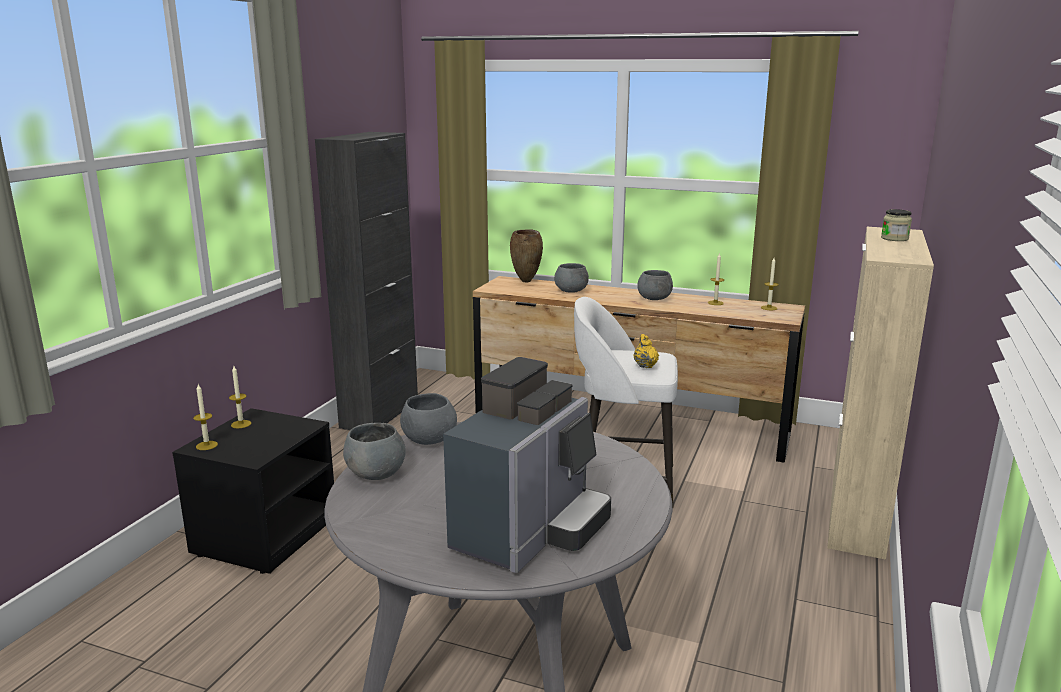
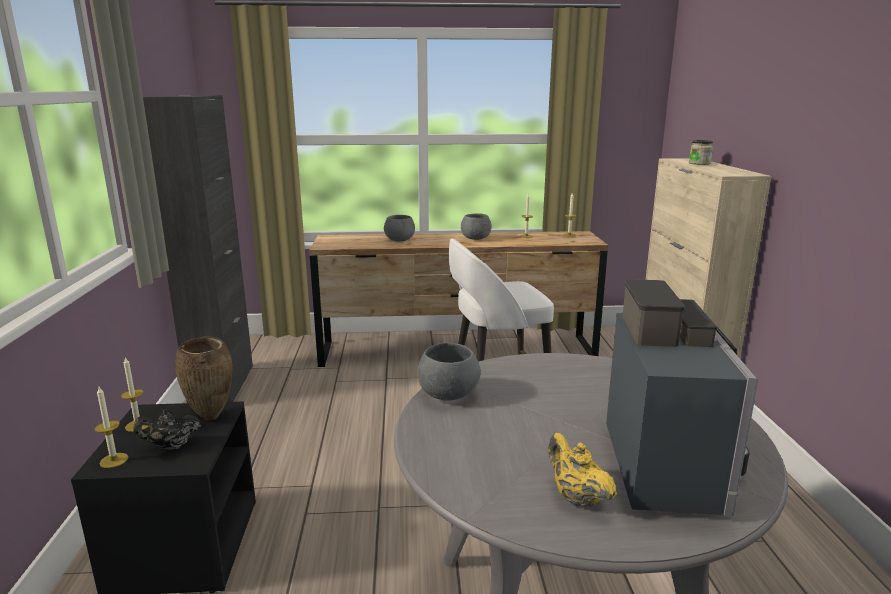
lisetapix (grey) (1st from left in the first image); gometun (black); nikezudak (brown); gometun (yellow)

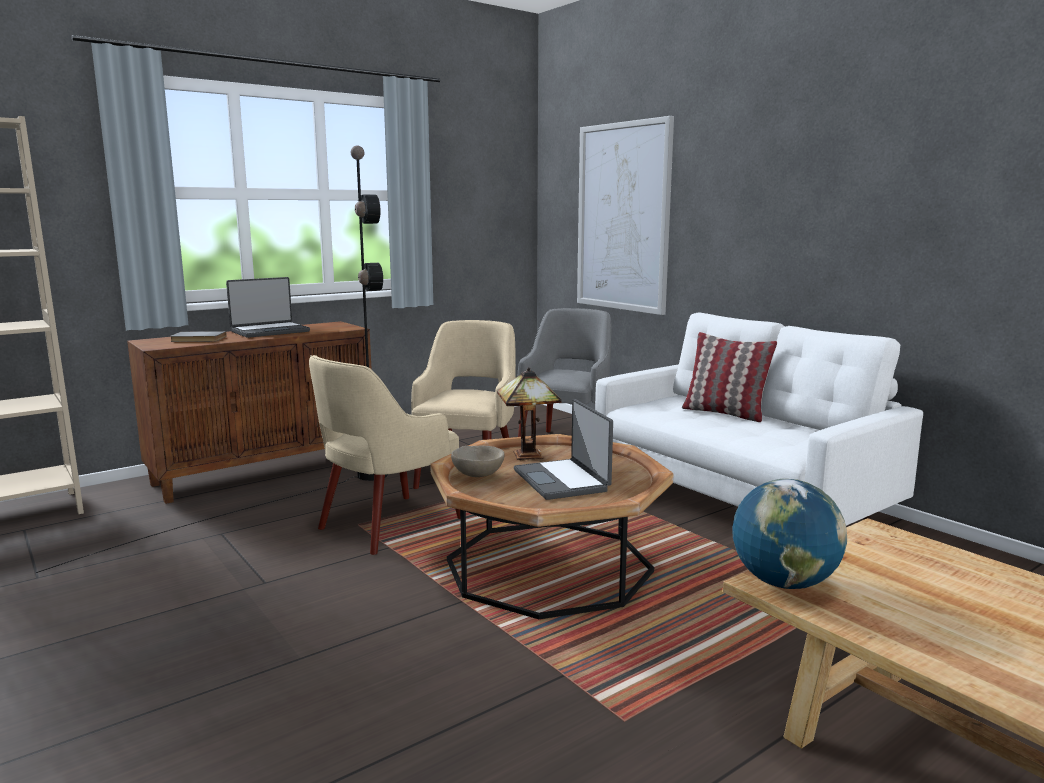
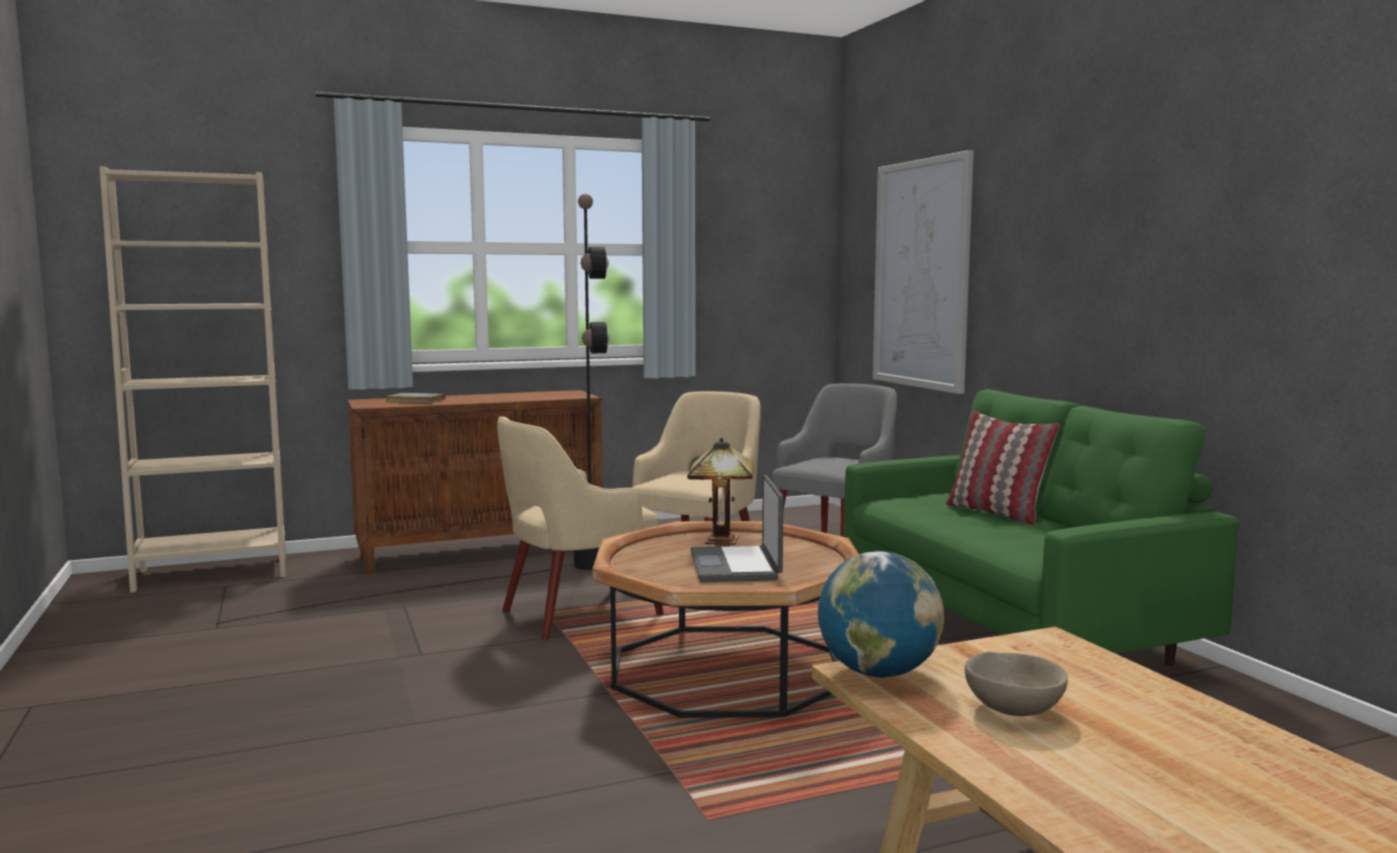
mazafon (1st from left in the first image); lisetapix (beige); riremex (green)

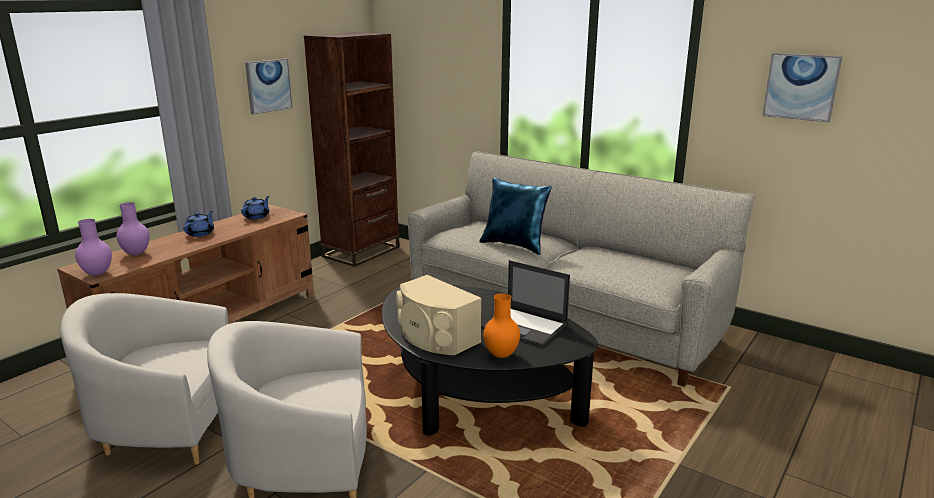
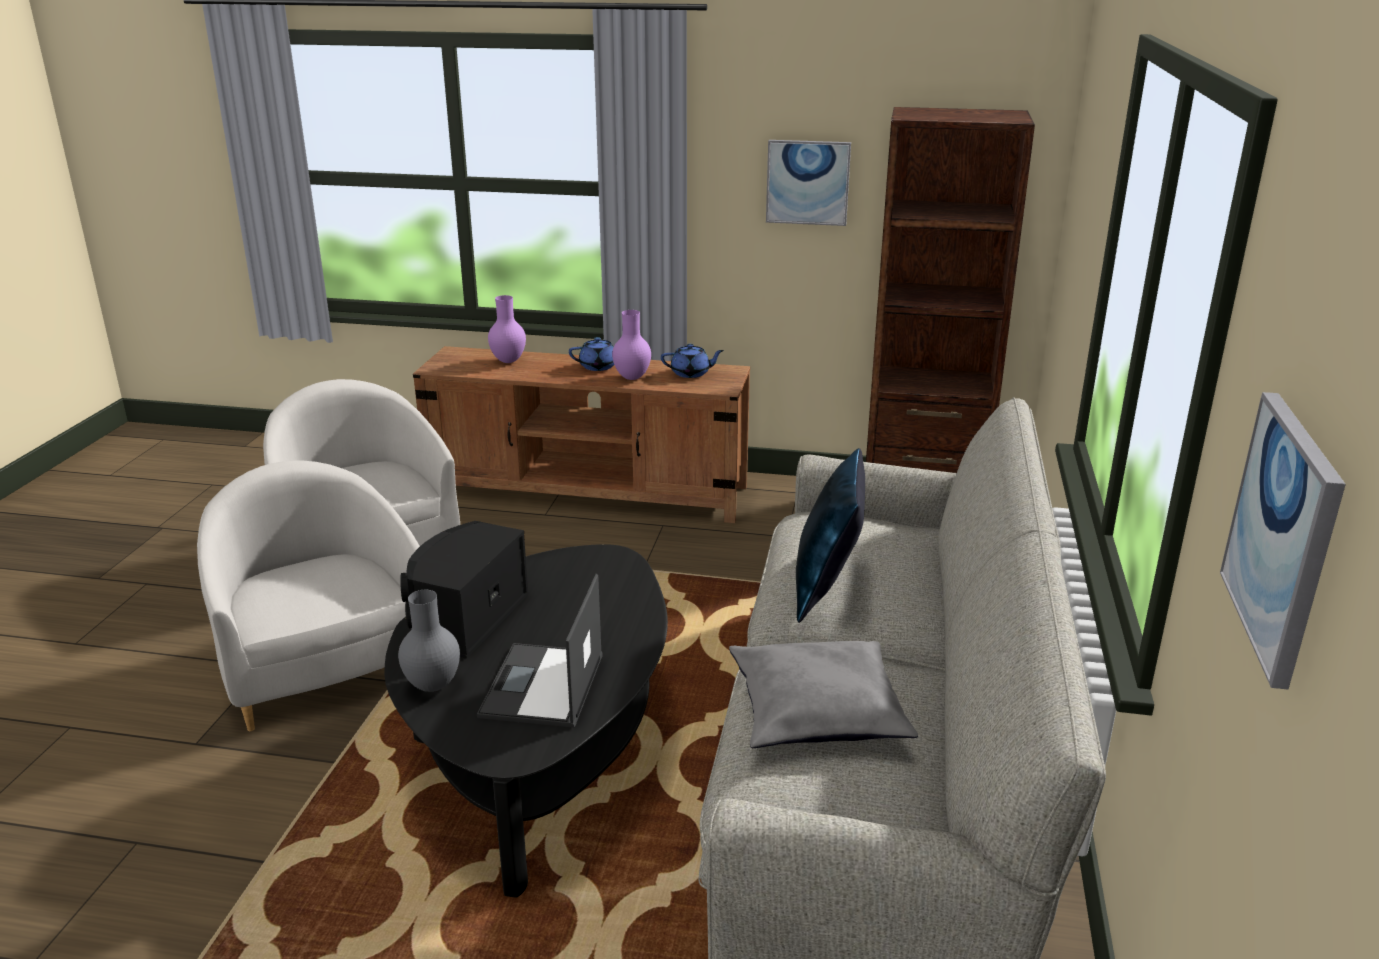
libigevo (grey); nikezudak (purple) (2nd from left); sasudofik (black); nikezudak (grey)

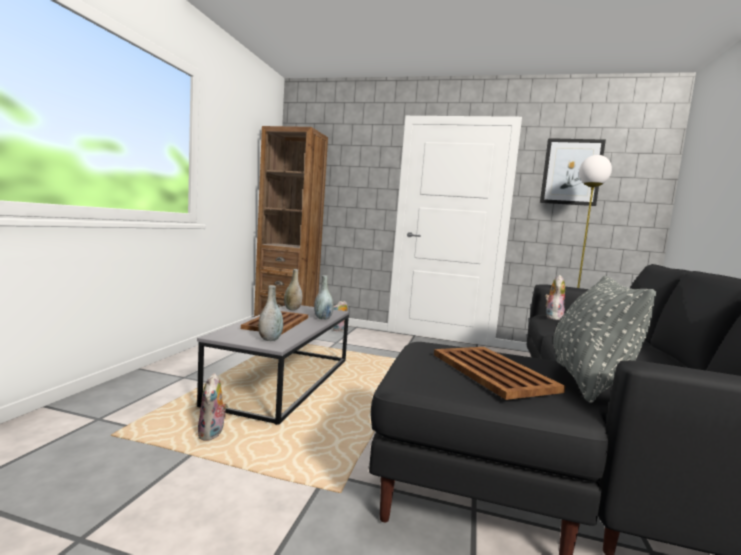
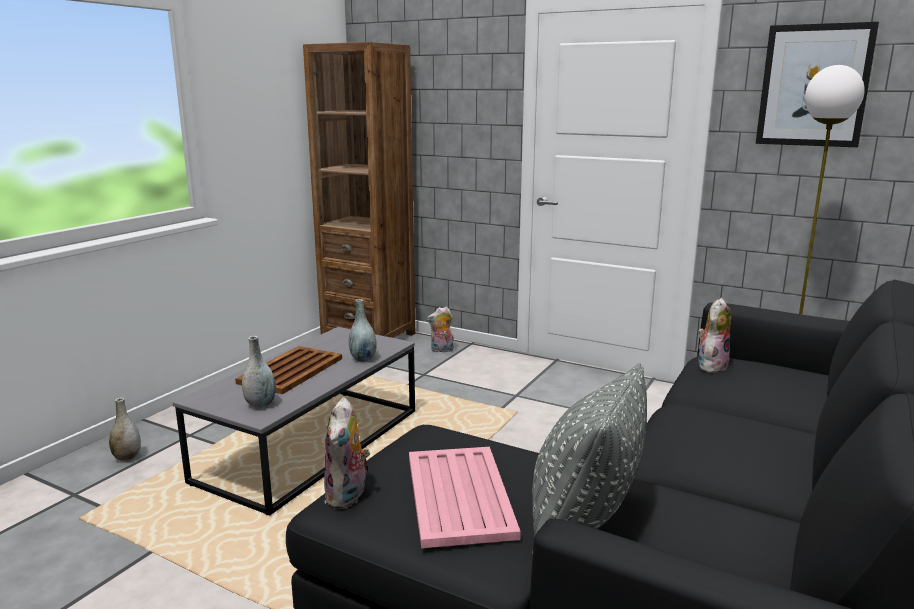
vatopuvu (1st from left); nikezudak (grey) (1st from left); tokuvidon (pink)

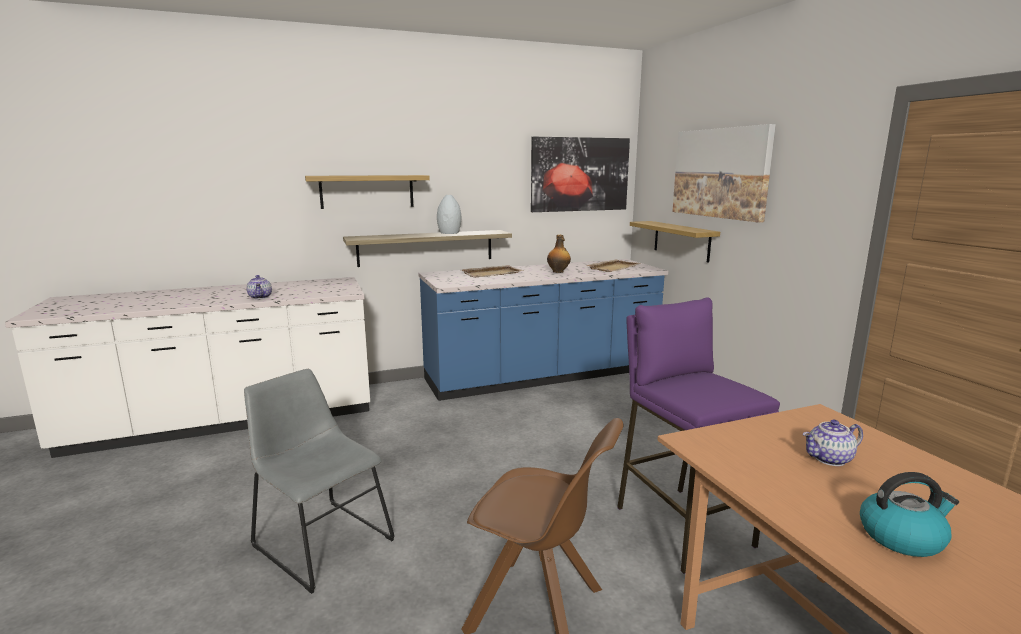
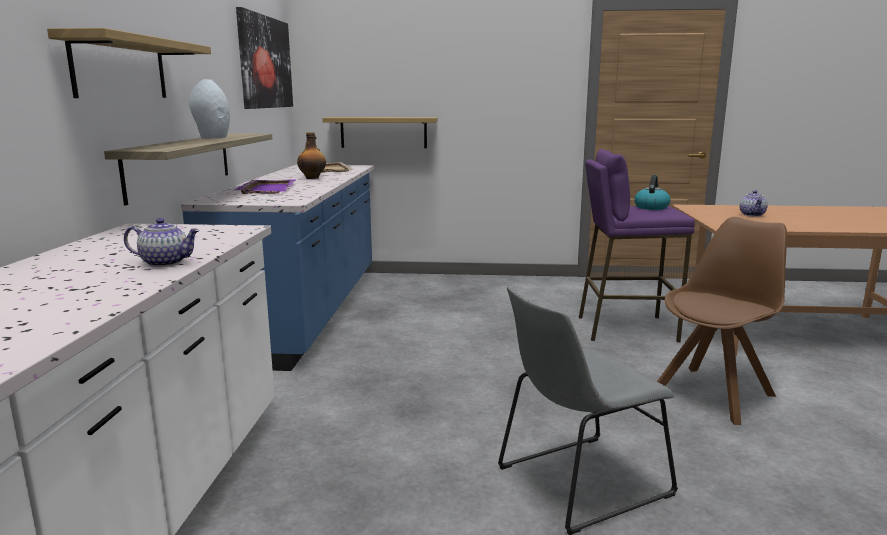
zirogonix (2nd from left in the first image); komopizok; tokuvidon (purple)

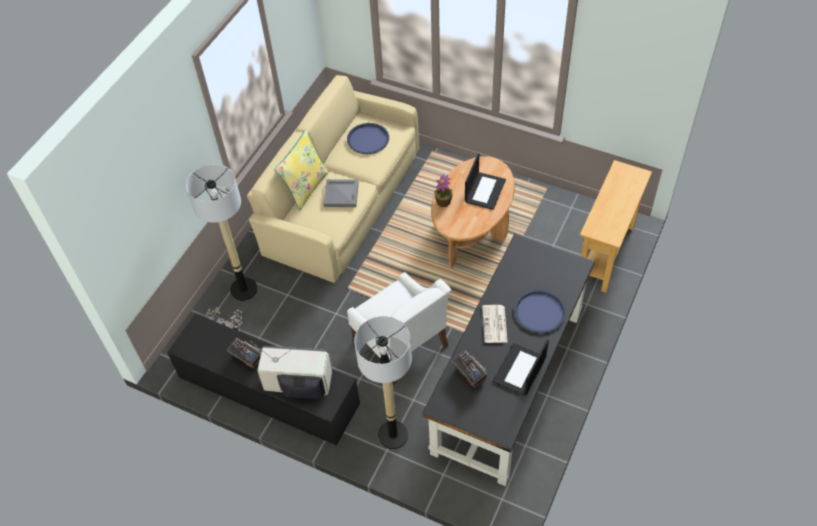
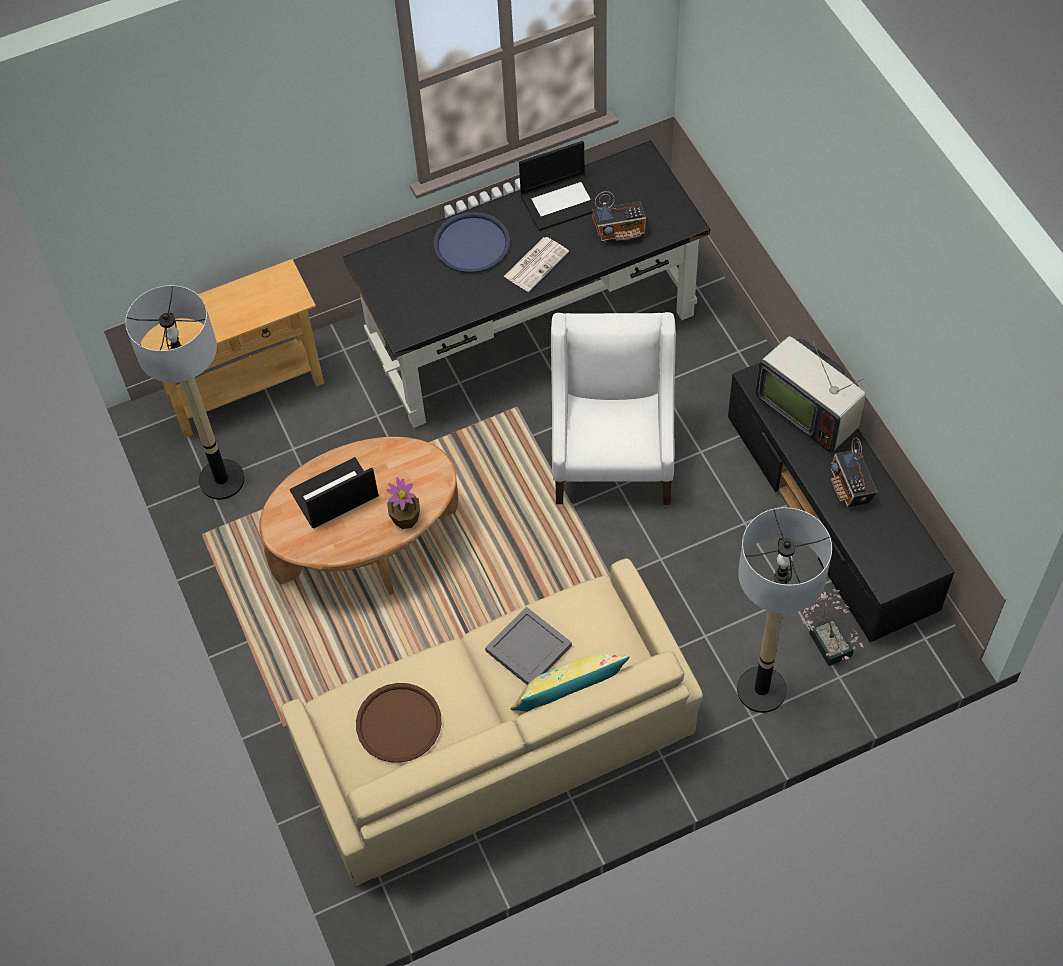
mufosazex (1st from left); tokuvidon (brown); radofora (1st from left)

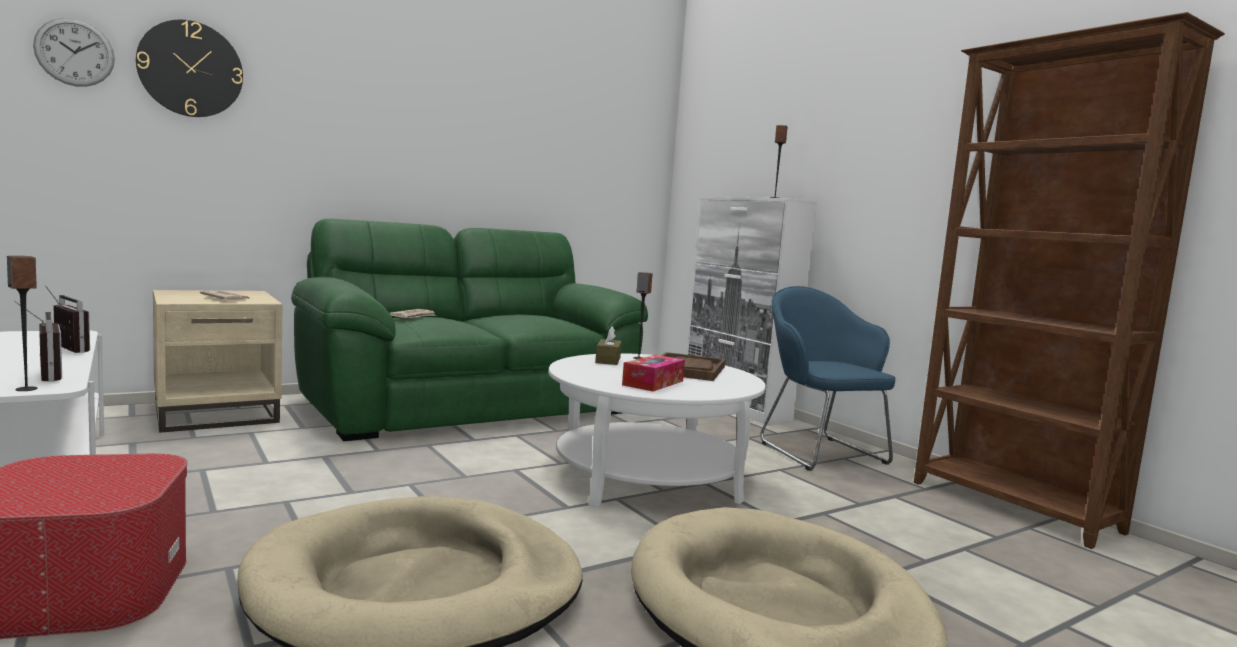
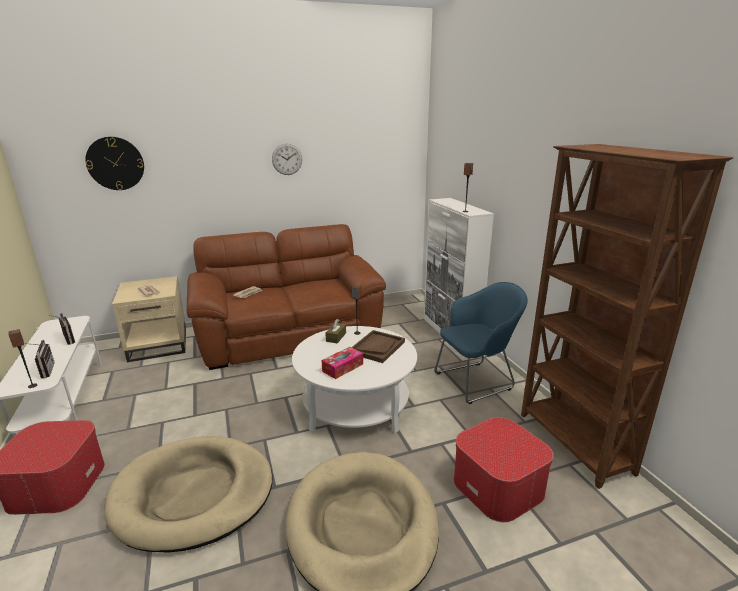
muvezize (2nd from left); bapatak (2nd from left); riremex (brown); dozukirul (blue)

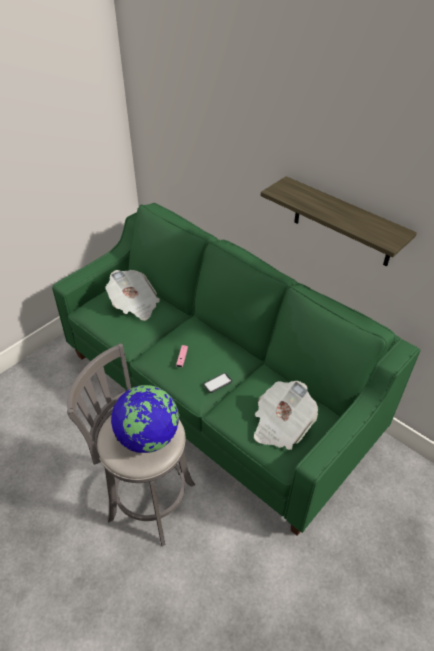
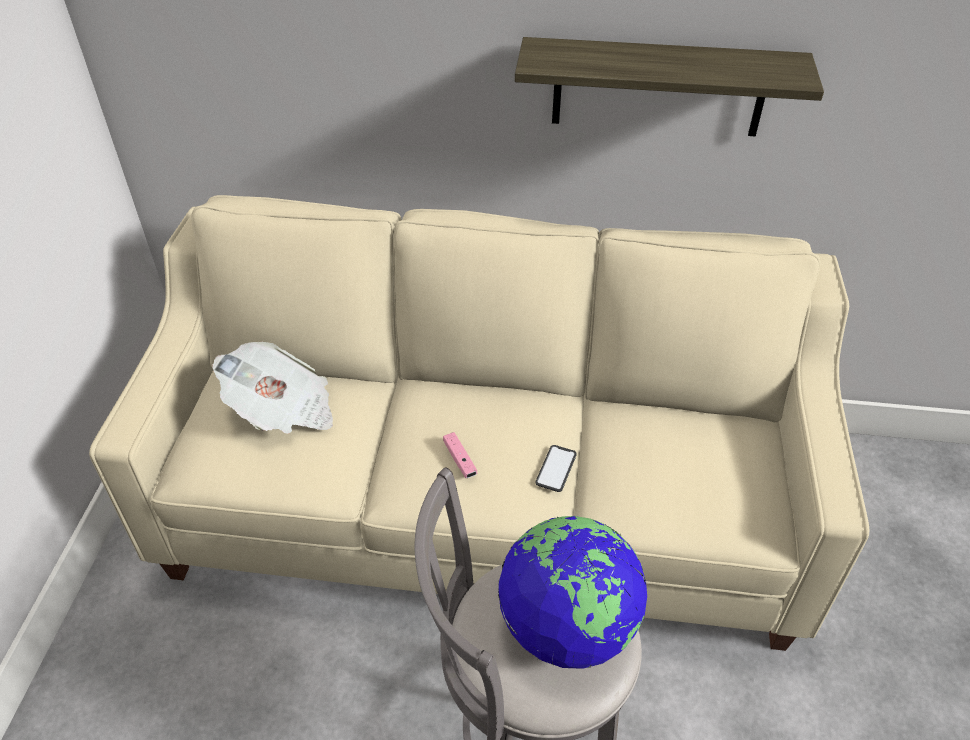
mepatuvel (2nd from left in the first image); riremex (beige)

